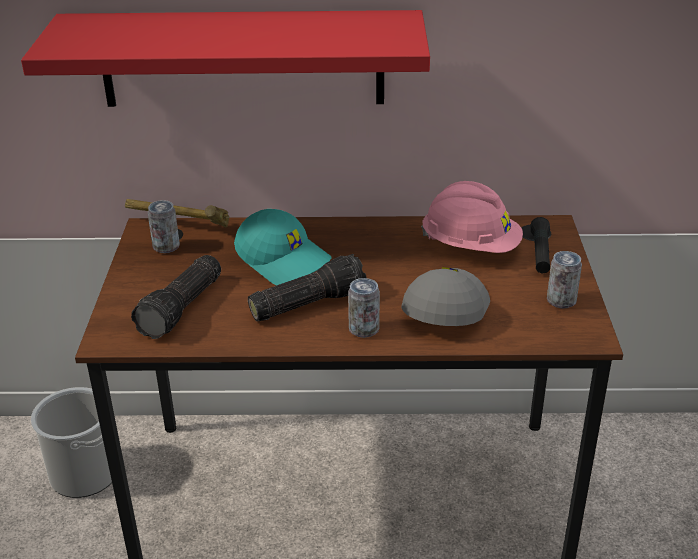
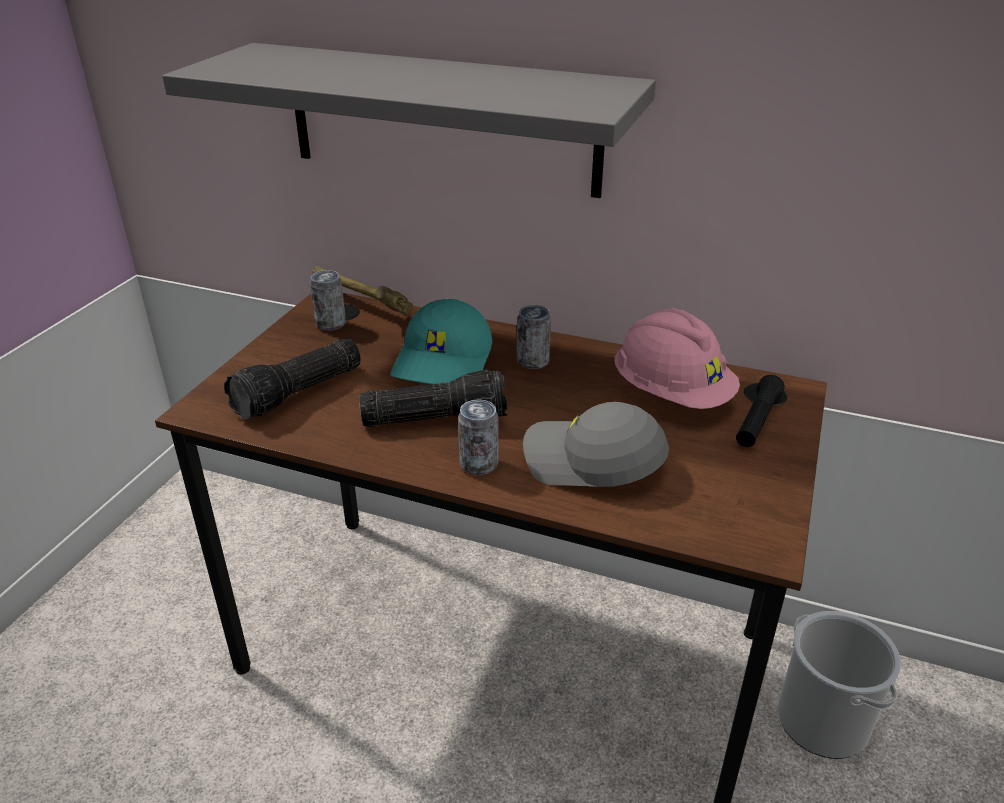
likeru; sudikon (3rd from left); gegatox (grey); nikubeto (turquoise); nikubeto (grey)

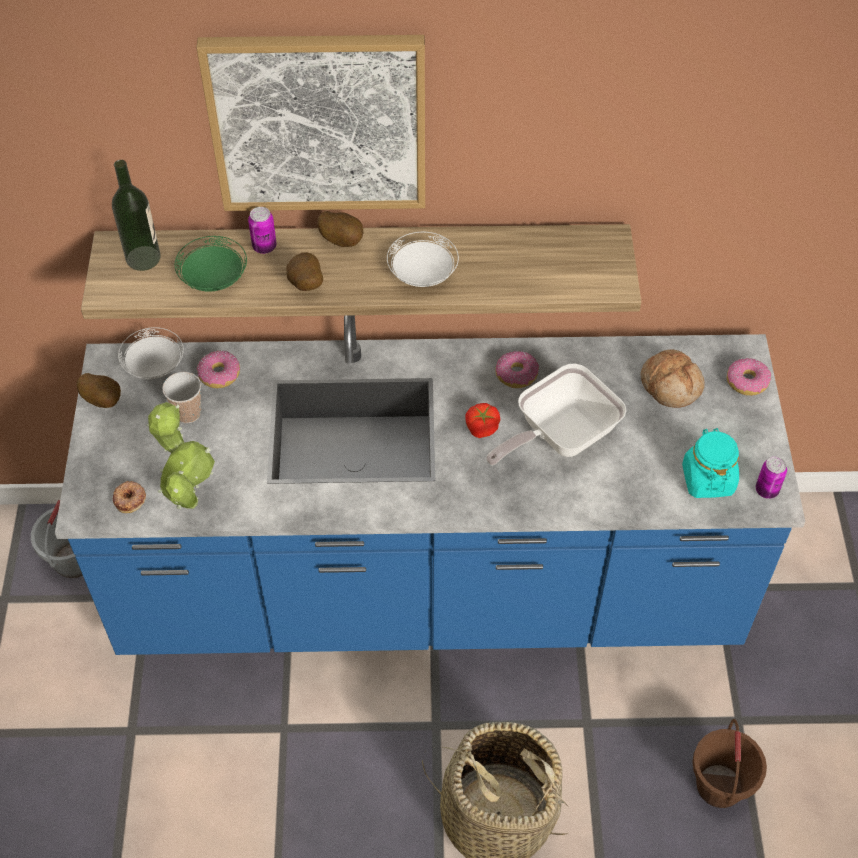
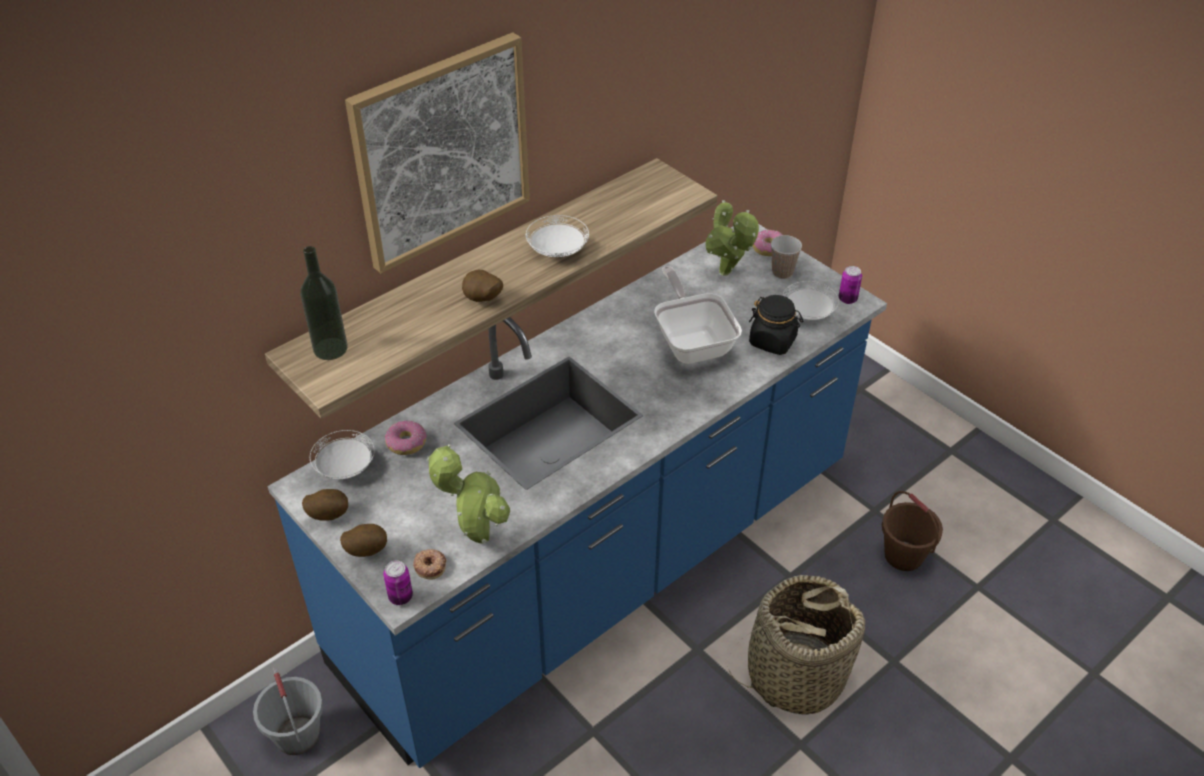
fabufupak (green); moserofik; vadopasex (3rd from left in the first image); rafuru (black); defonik; sudikon (1st from left); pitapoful (2nd from left); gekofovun (2nd from left); fabufupak (white) (3rd from left); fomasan

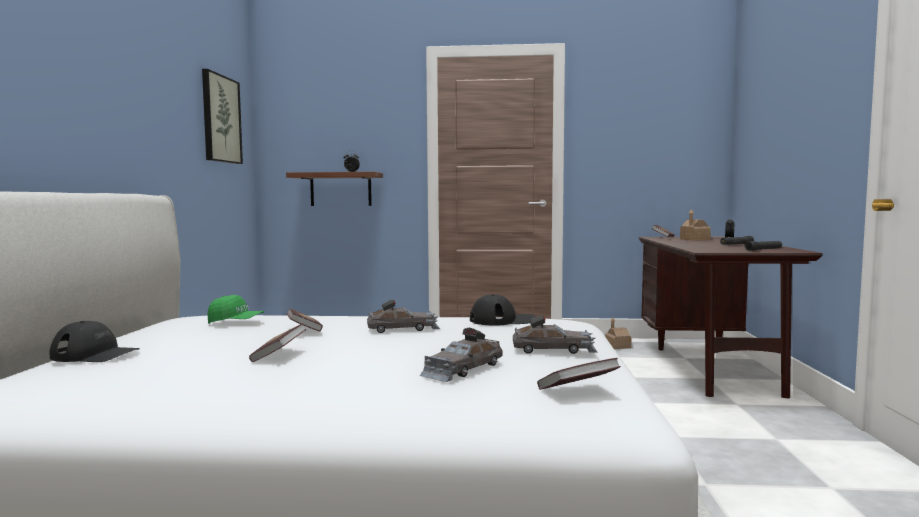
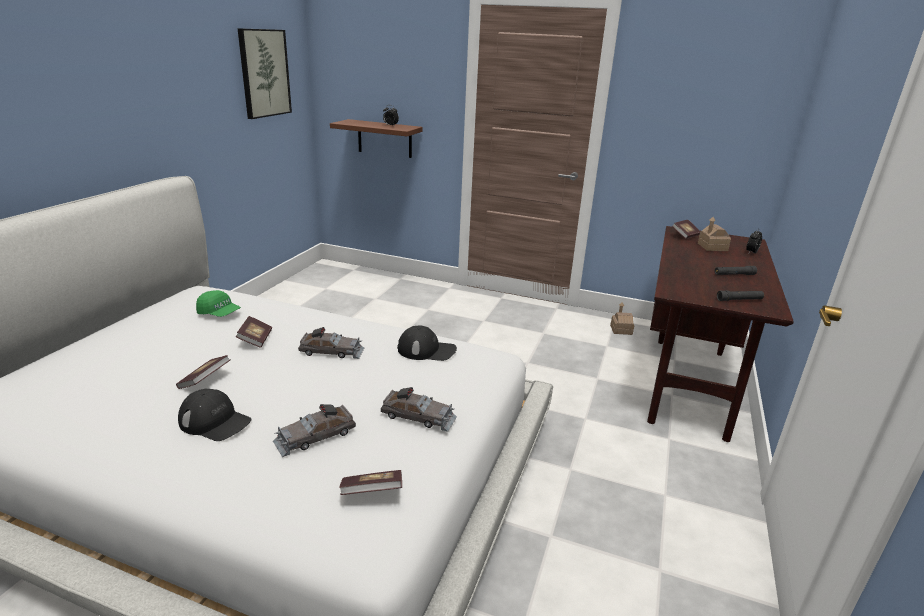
nikubeto (black) (1st from left)

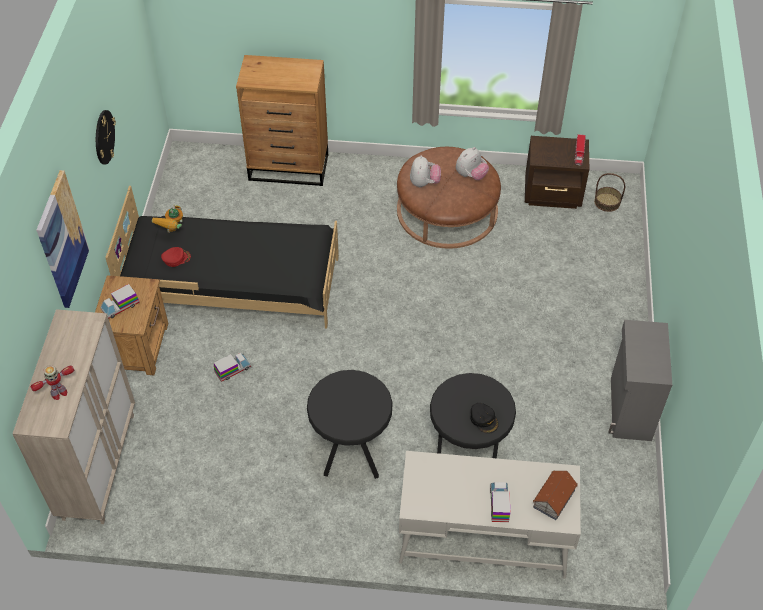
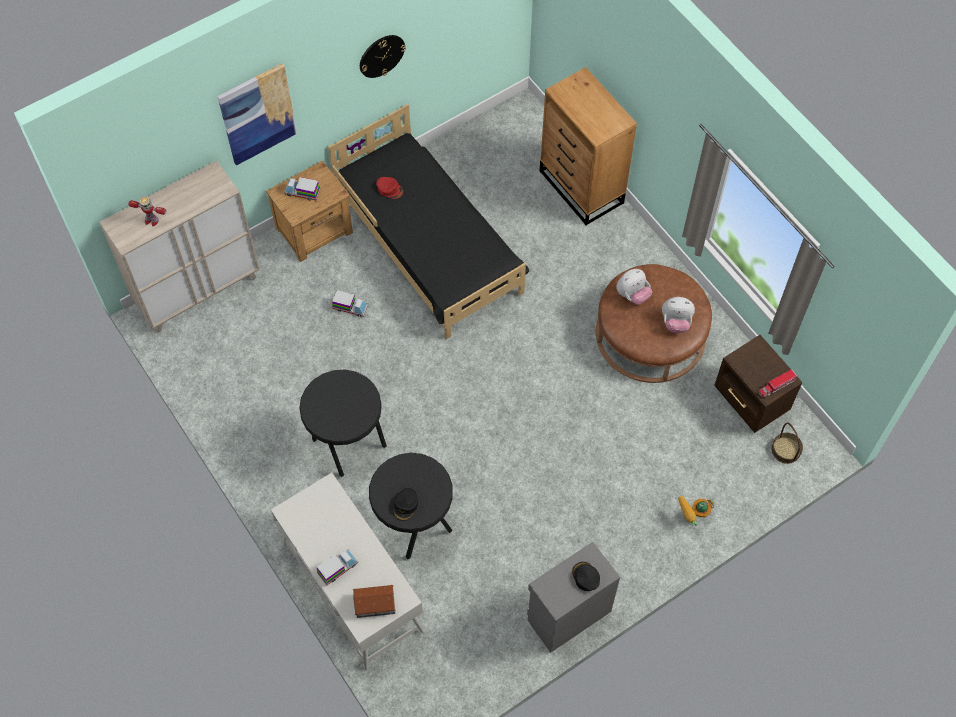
nikubeto (black) (2nd from left); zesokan (2nd from left)

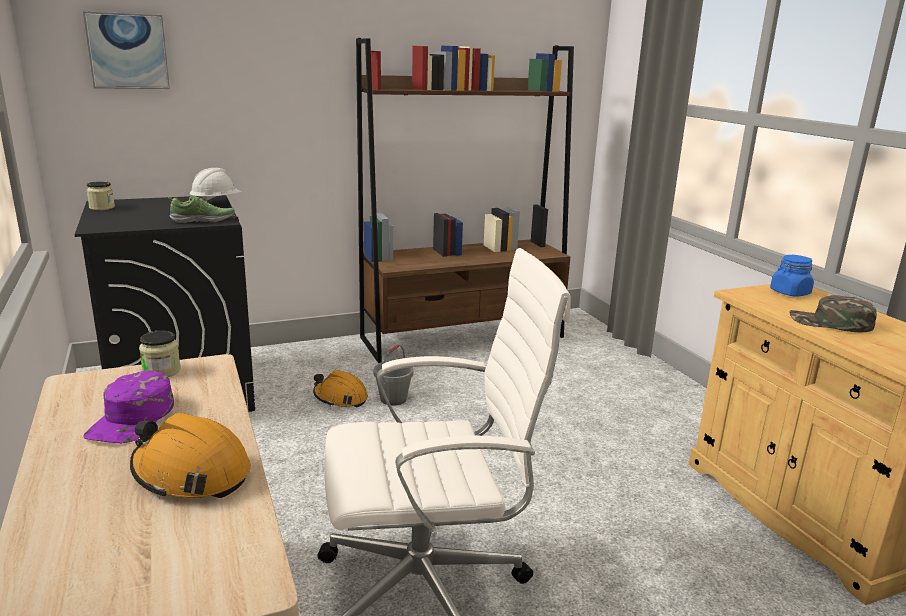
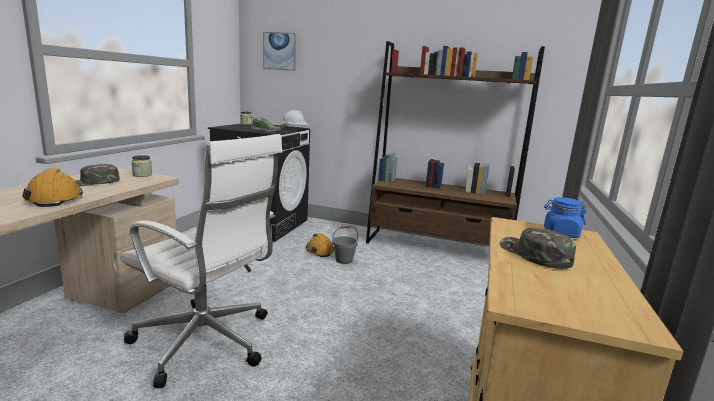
nikubeto (green) (1st from left)

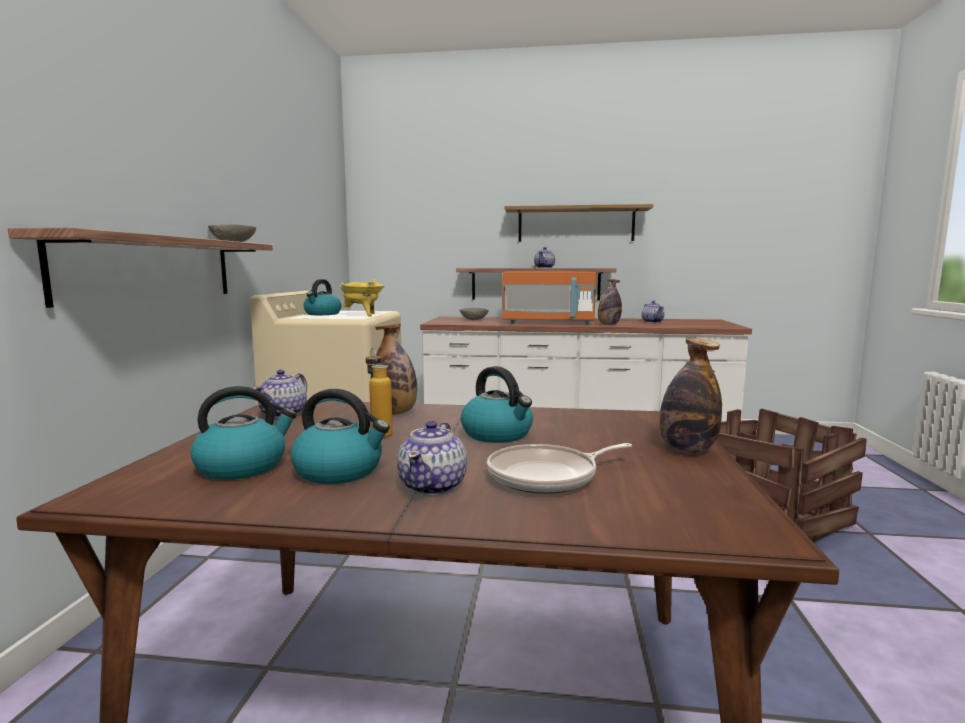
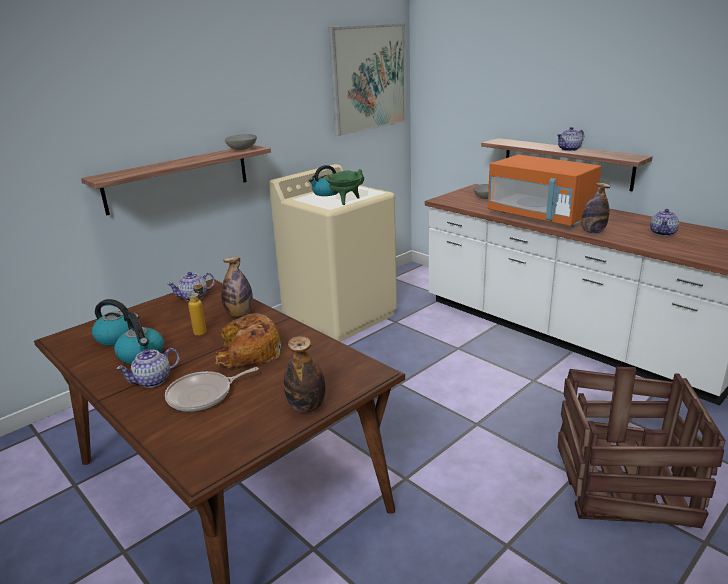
gegatox (3rd from left in the first image); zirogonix; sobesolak; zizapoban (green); fomasan

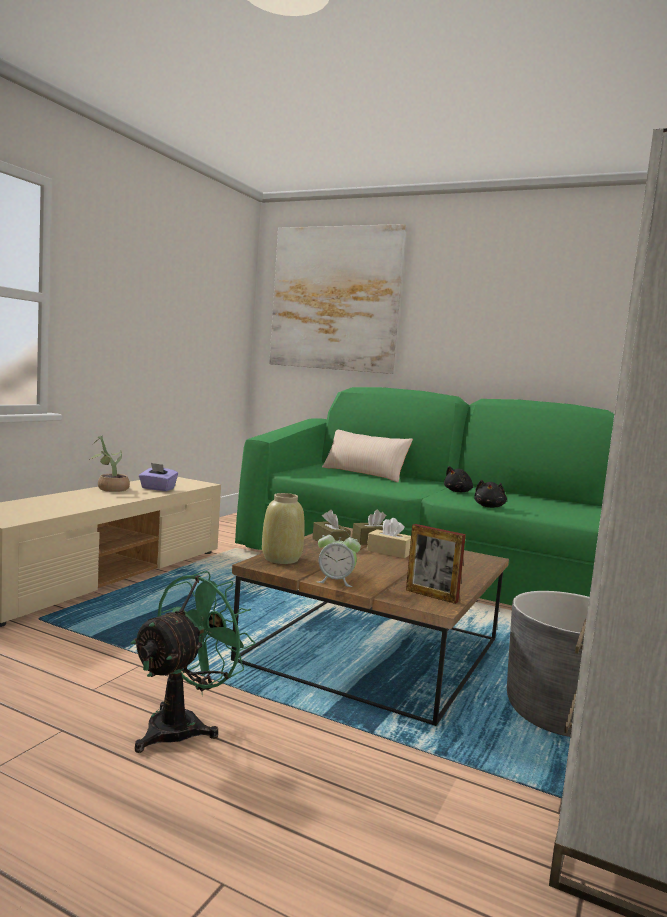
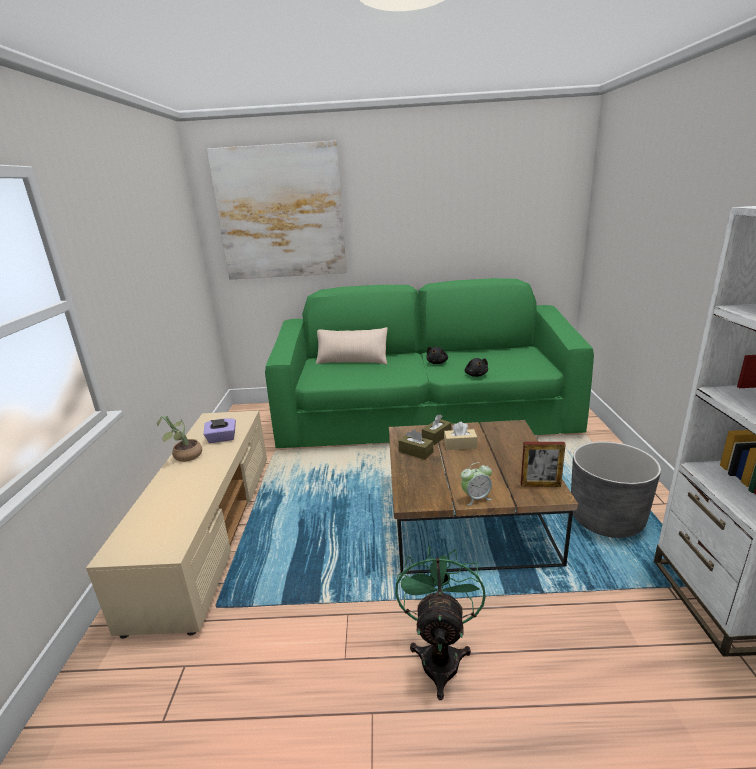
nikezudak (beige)

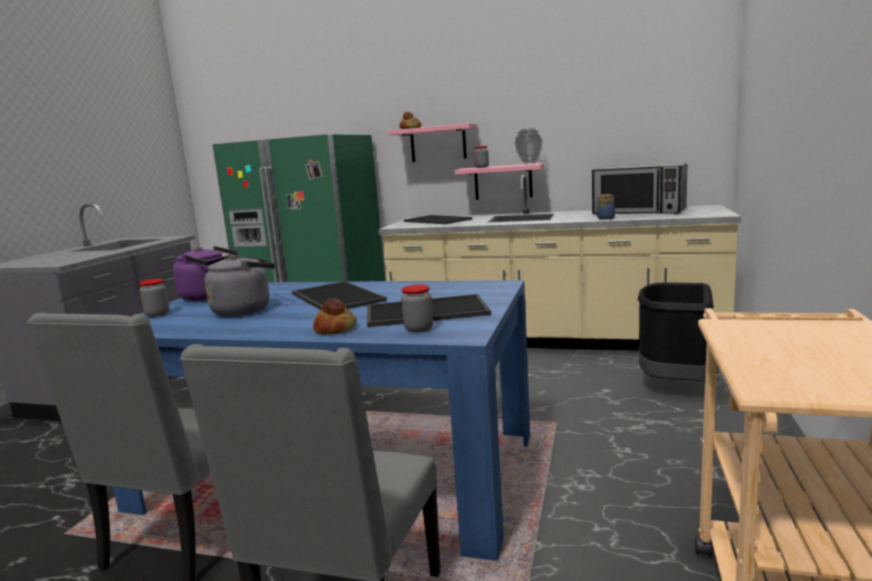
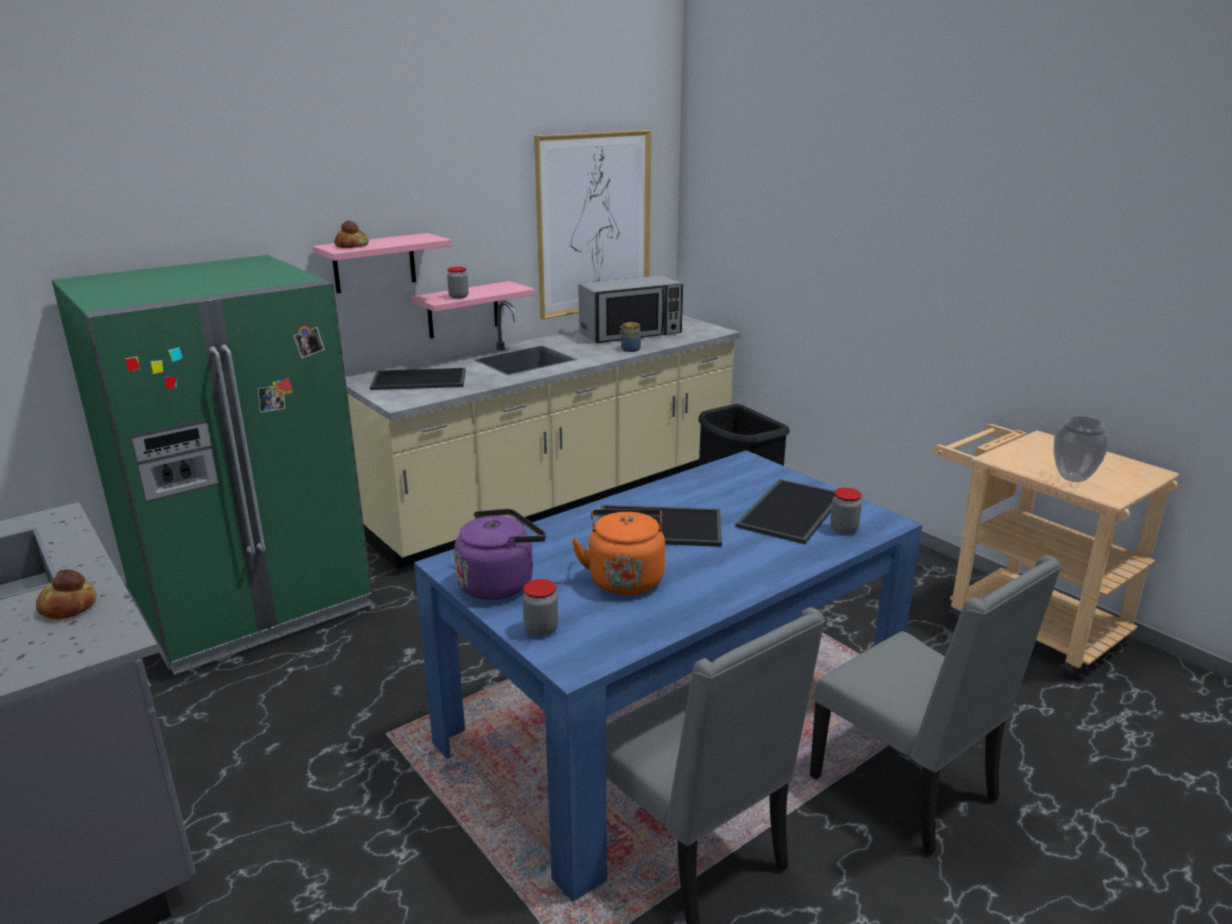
zirogonix; sobesolak (1st from left); nikezudak; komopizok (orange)

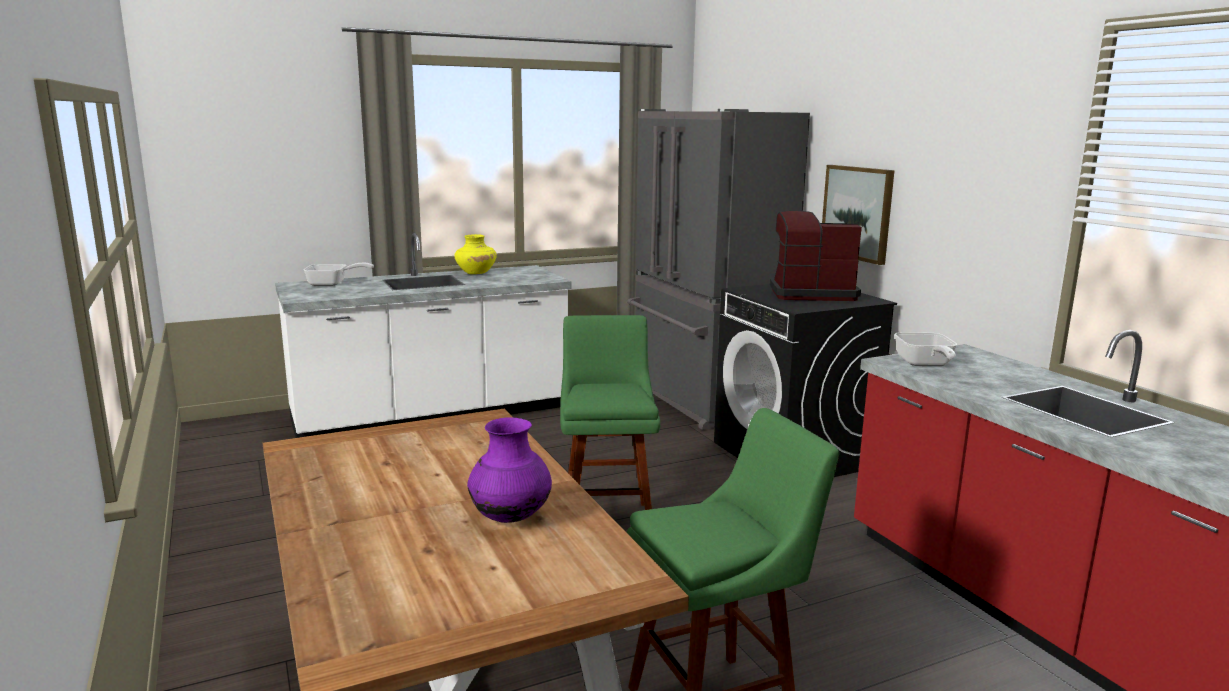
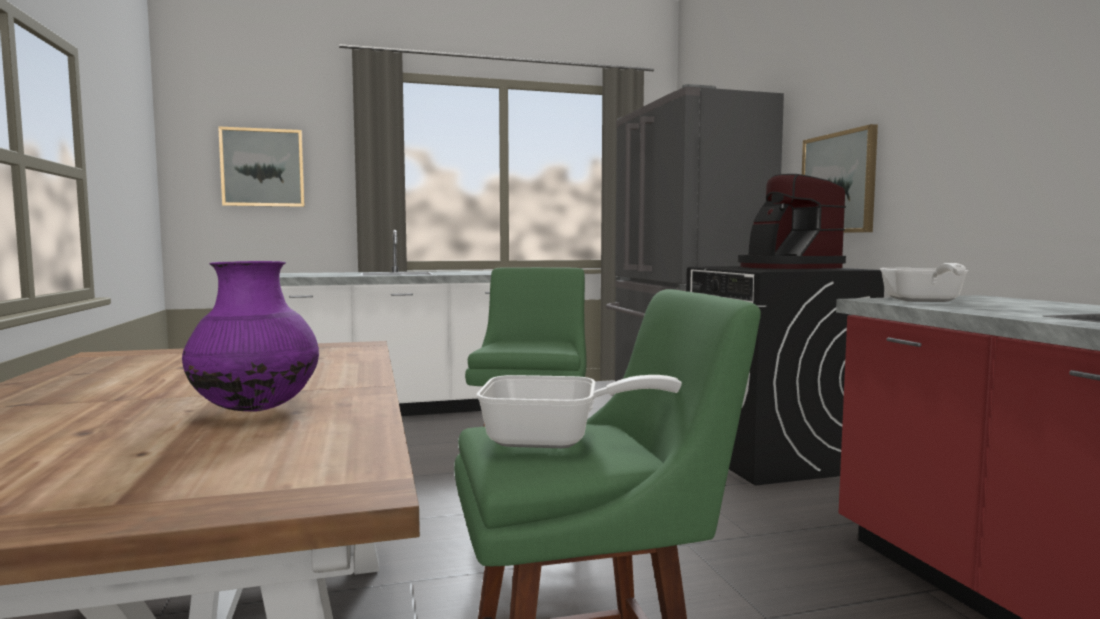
nikezudak (yellow); zirogonix (1st from left); fomasan (1st from left); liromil

